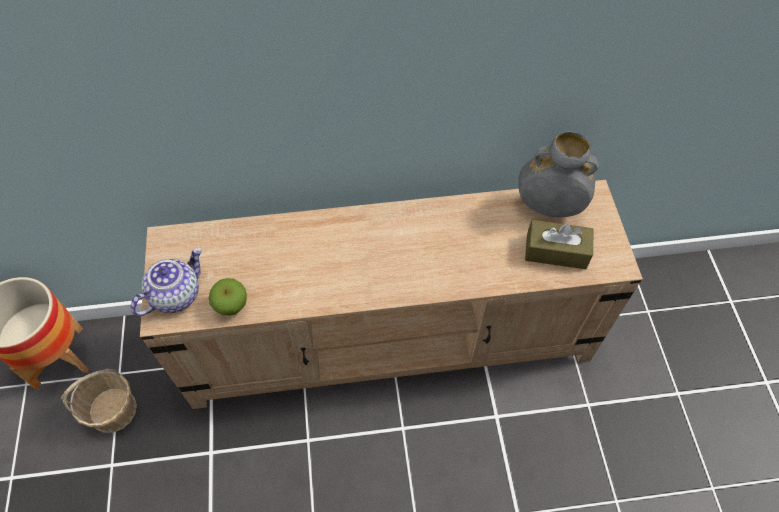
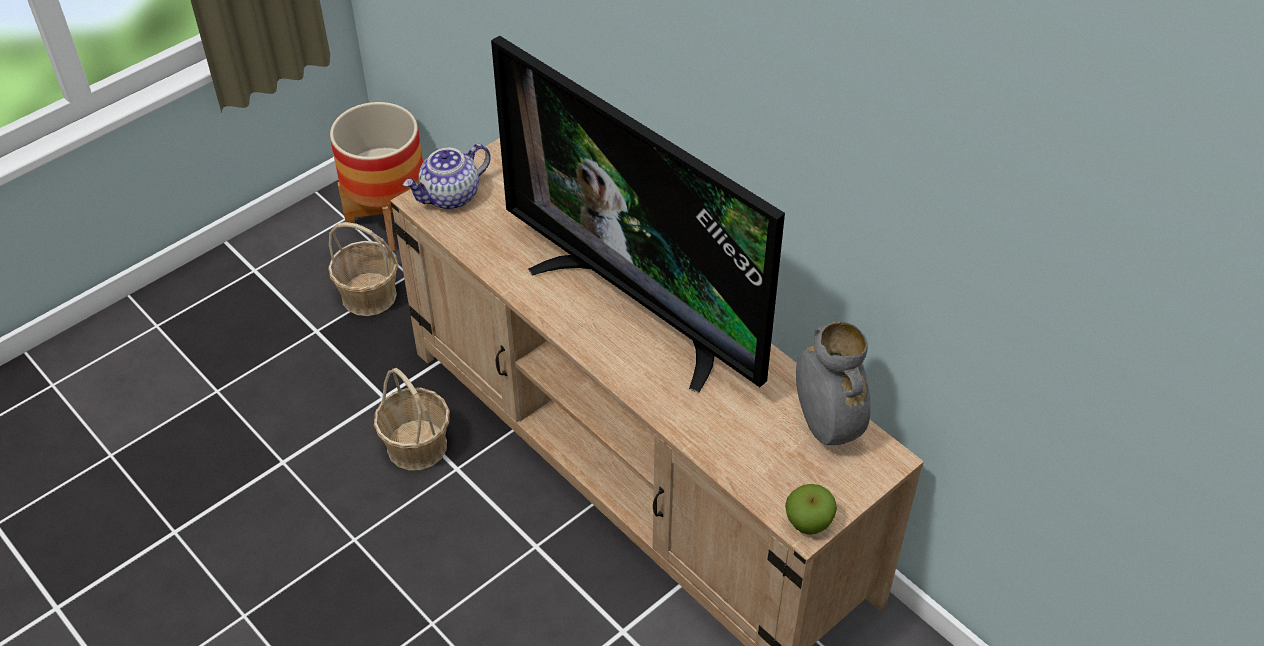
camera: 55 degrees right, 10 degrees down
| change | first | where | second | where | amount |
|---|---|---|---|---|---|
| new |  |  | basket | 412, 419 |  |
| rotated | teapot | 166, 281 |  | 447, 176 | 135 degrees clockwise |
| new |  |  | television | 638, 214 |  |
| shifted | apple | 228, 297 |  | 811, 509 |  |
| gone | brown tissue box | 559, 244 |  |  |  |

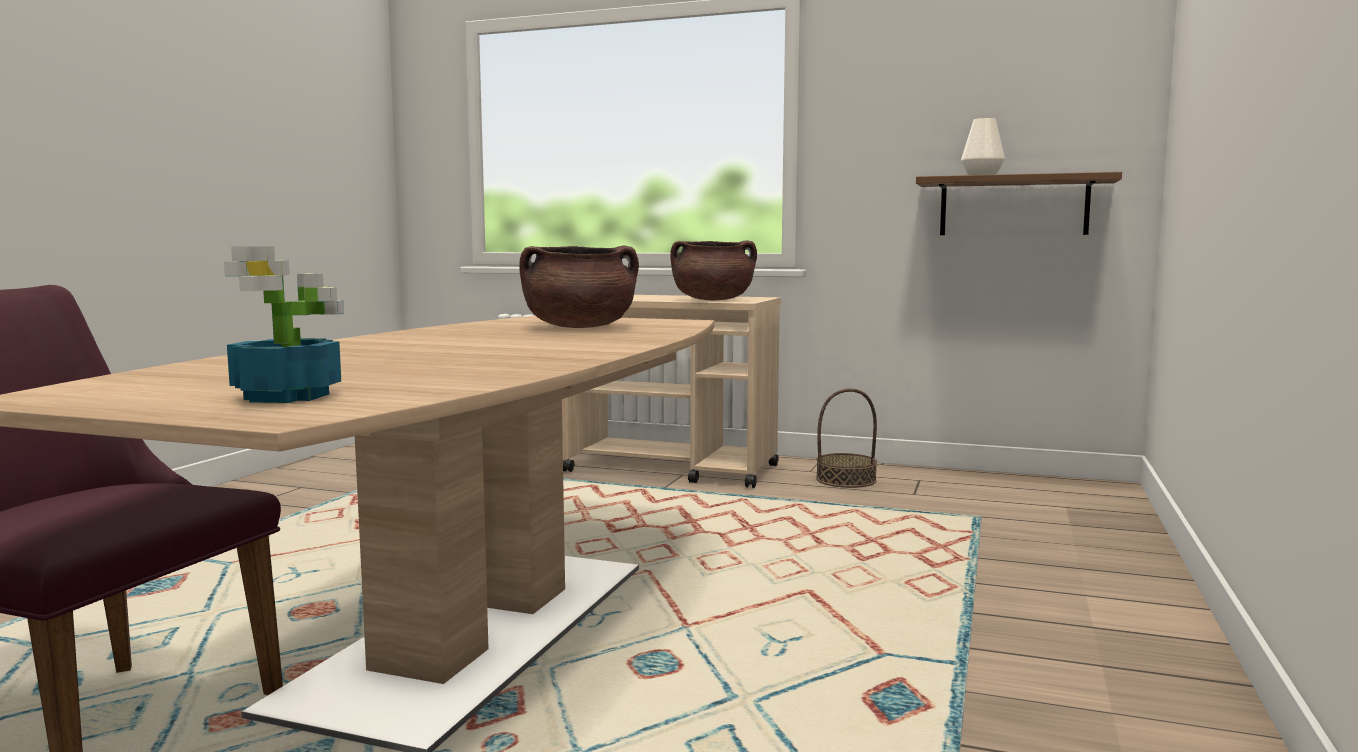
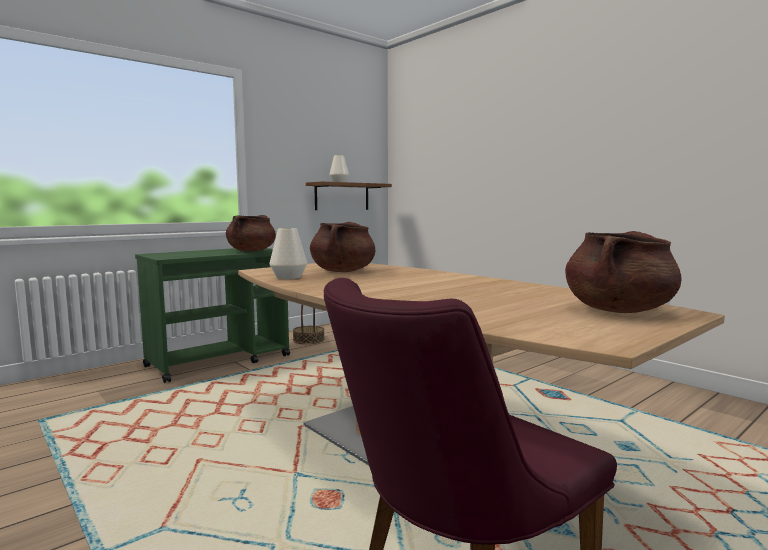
camera: 60 degrees left, 0 degrees up
| change | first | where | second | where | amount |
|---|---|---|---|---|---|
| repainted | beige cart | 671, 391 | green cart | 212, 315 |  |
| new |  |  | white vase | 288, 253 |  |
| swapped | potted plant | 284, 324 | brown cooking pot | 623, 272 |  |

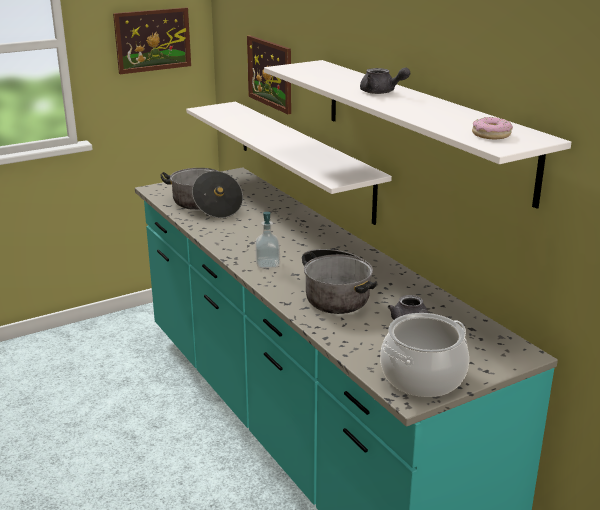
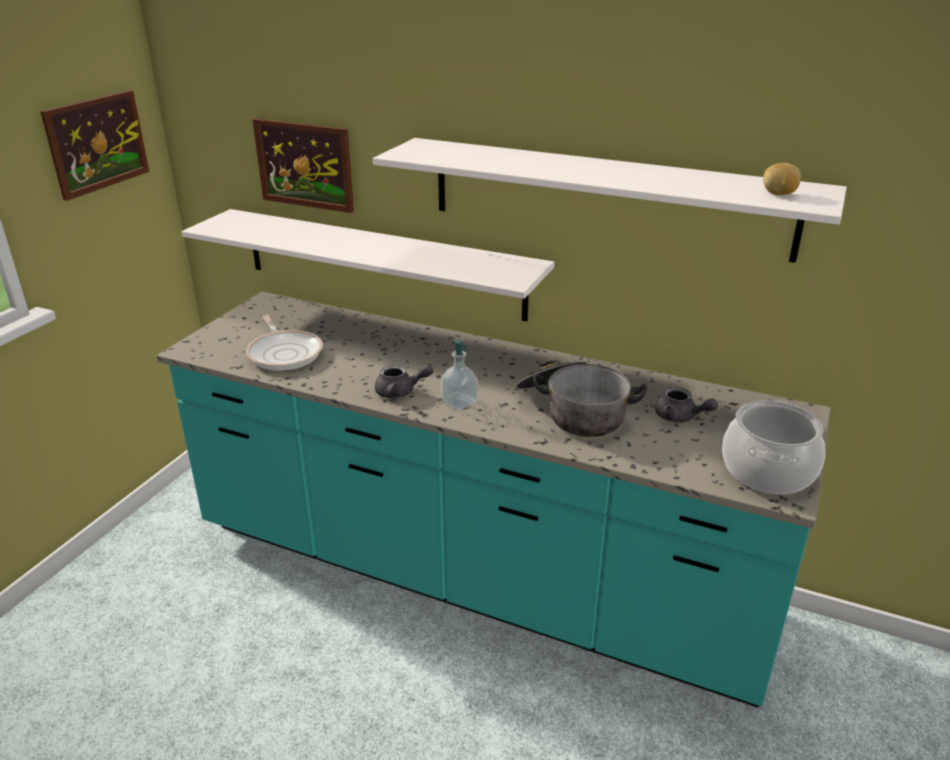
camera: 35 degrees left, 5 degrees up
| change | first | where | second | where | amount |
|---|---|---|---|---|---|
| swapped | cooking pot | 201, 193 | frying pan | 284, 343 |  |
| shifted | grey teapot | 385, 80 |  | 404, 381 |  |
| swapped | donut | 492, 128 | potato | 782, 179 |  |

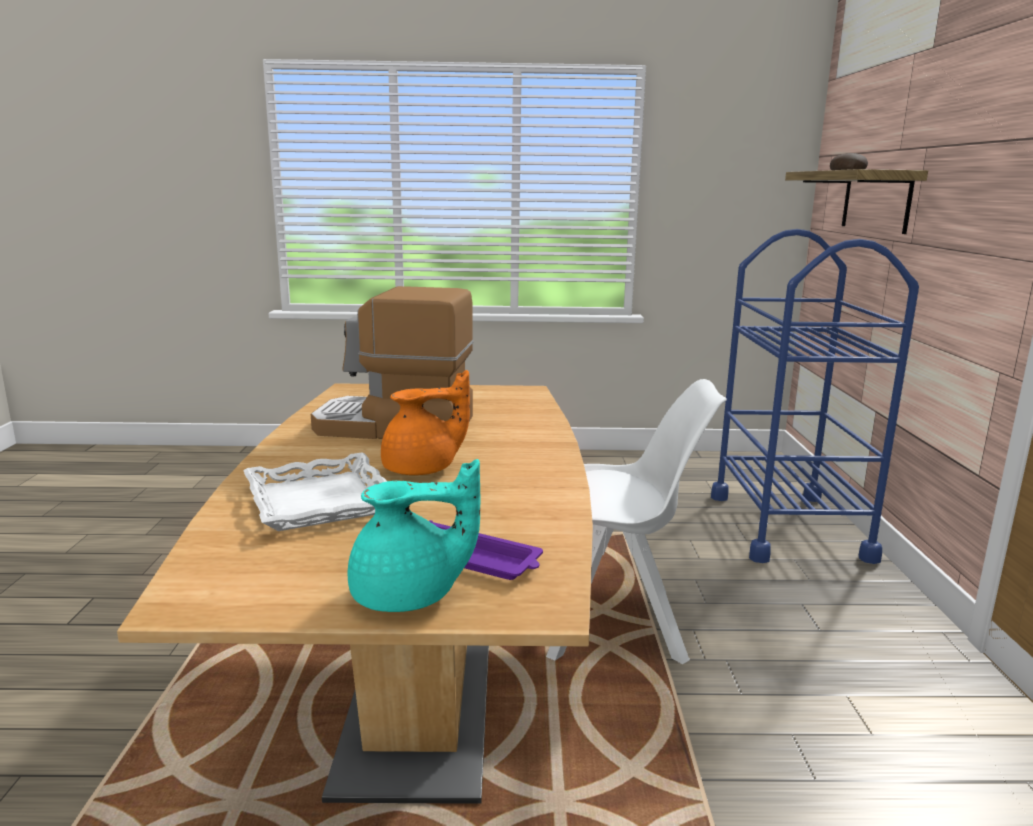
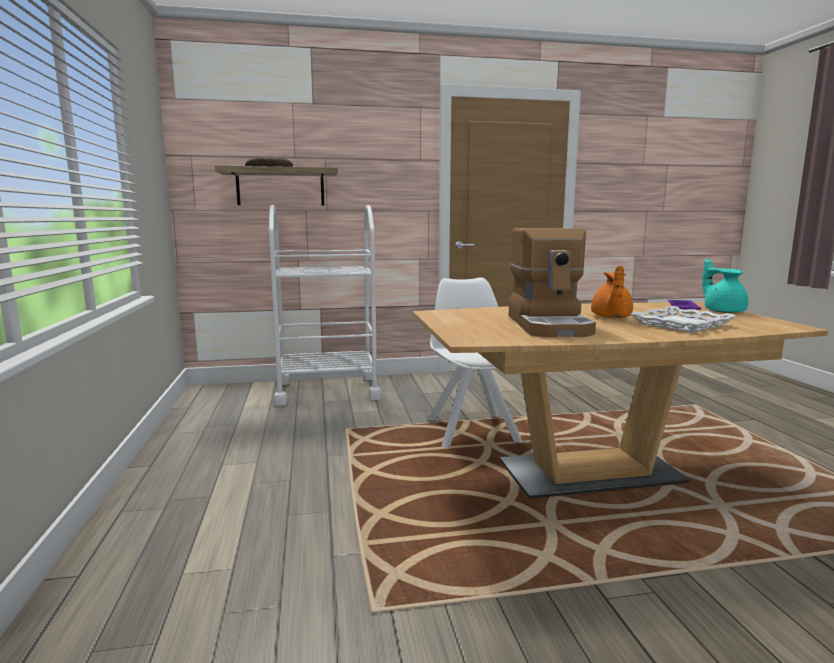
camera: 100 degrees left, 5 degrees down
| change | first | where | second | where | amount |
|---|---|---|---|---|---|
| repainted | blue cart | 815, 396 | white cart | 325, 305 |  |
| rotated | orange teapot | 425, 422 |  | 612, 291 | 135 degrees counterclockwise |

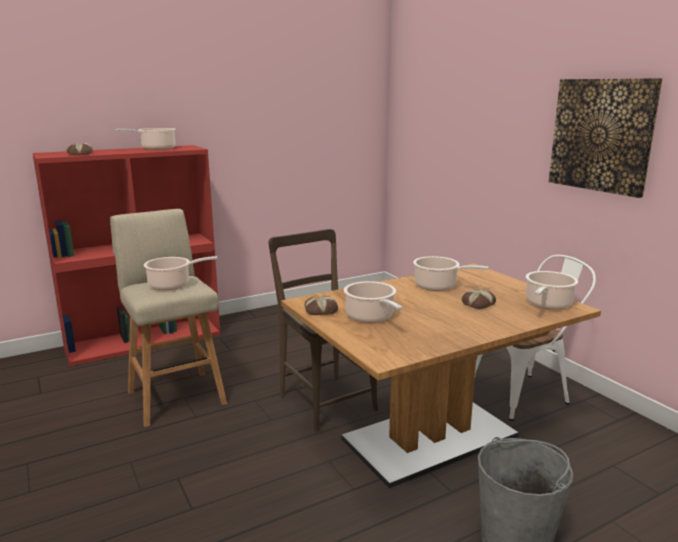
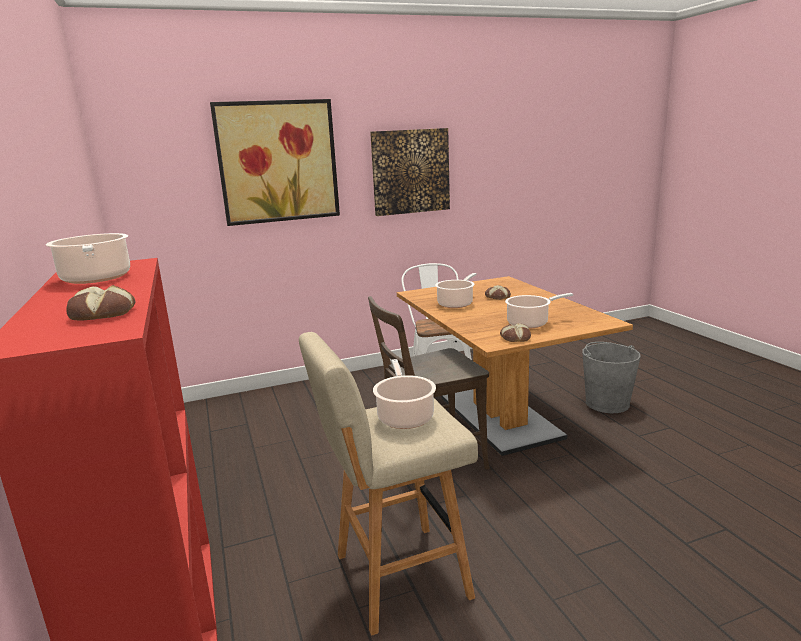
camera: 80 degrees left, 0 degrees up
| change | first | where | second | where | amount |
|---|---|---|---|---|---|
| new |  |  | picture | 275, 162 |  |
| gone | cooking pot | 552, 290 |  |  |  |

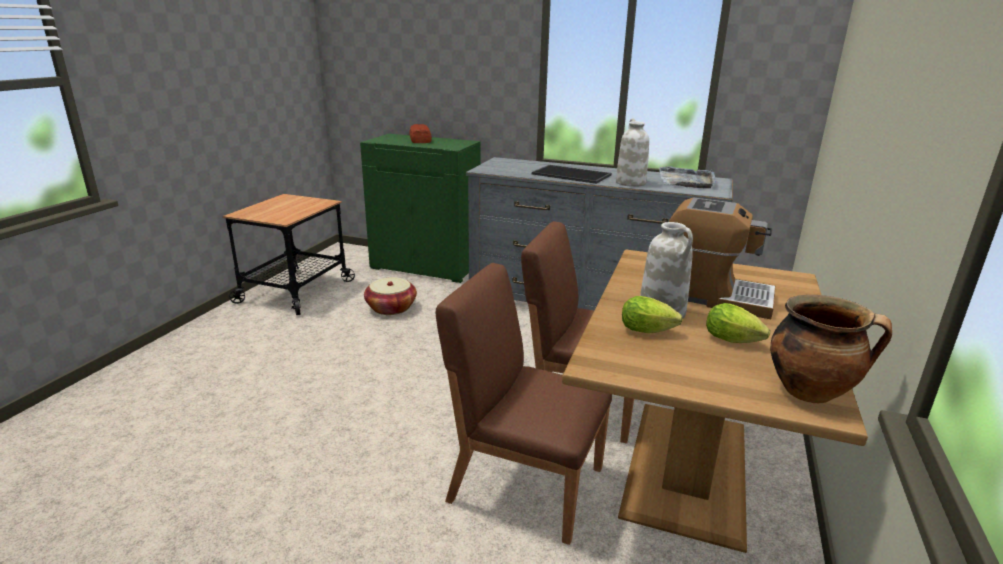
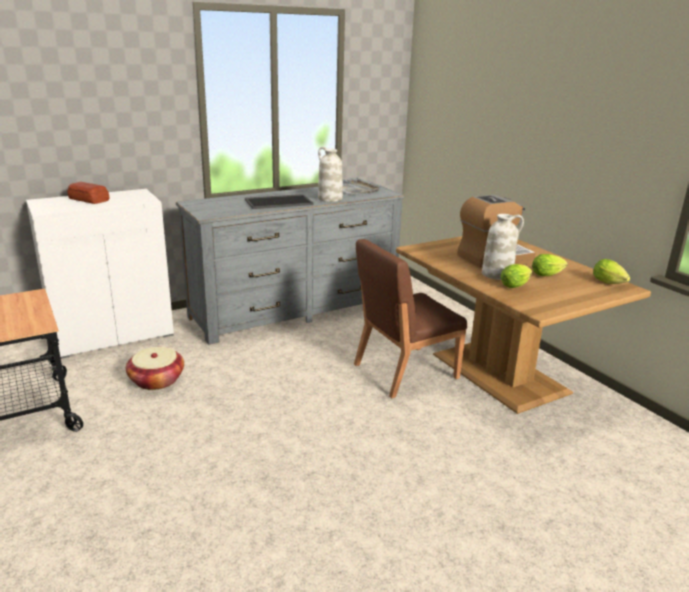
camera: 50 degrees left, 0 degrees up
| change | first | where | second | where | amount |
|---|---|---|---|---|---|
| repainted | green cabinet | 420, 208 | white cabinet | 100, 274 |  |
| swapped | cooking pot | 831, 349 | lettuce | 611, 271 |  |
| gone | brown chair | 524, 404 |  |  |  |

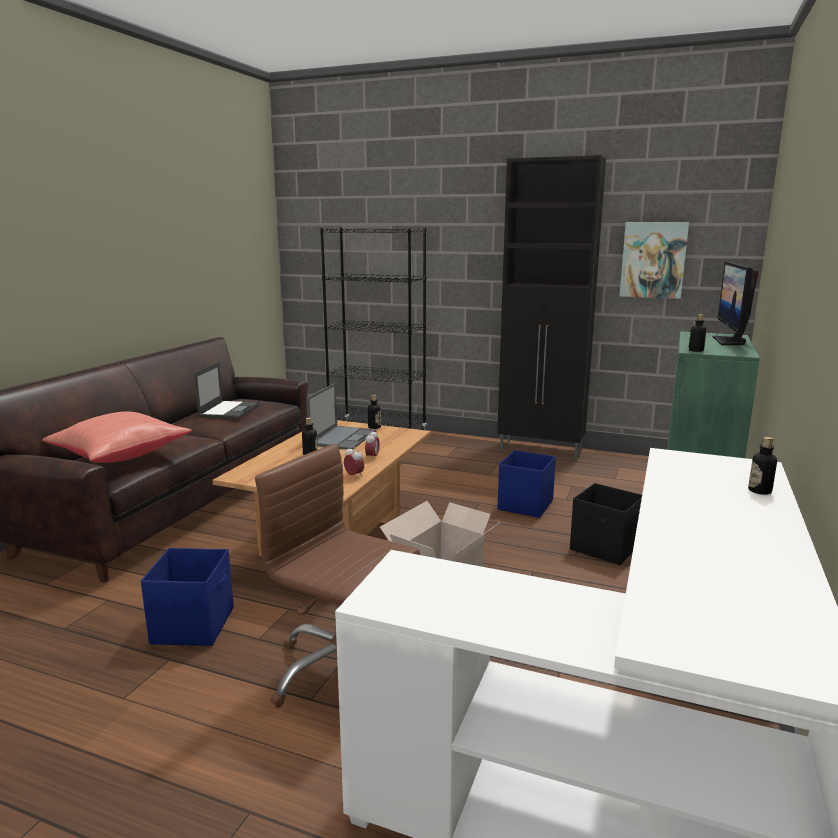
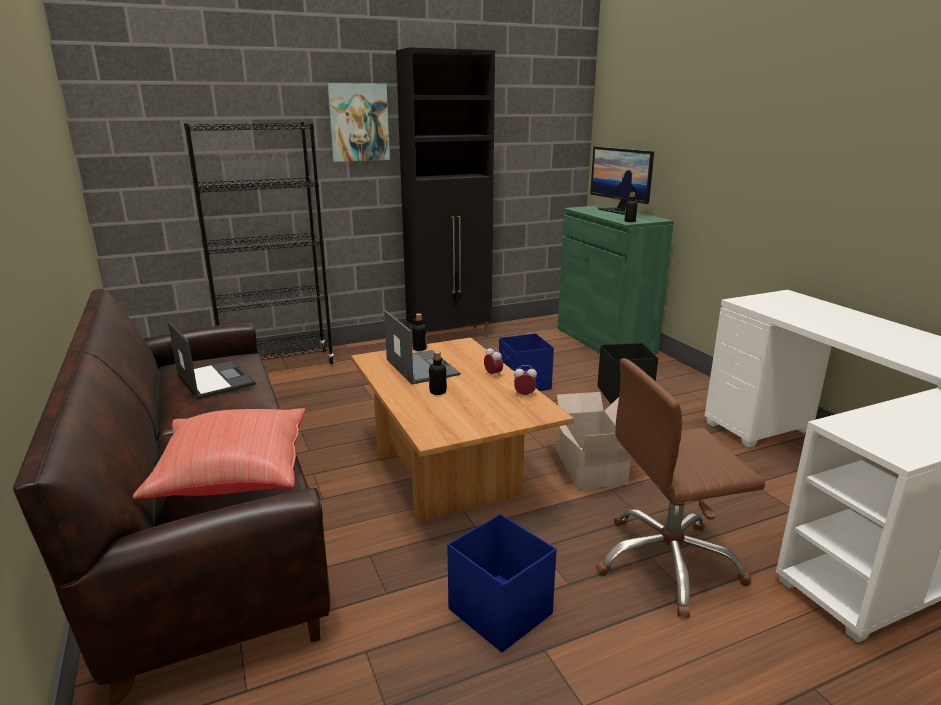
camera: 45 degrees left, 5 degrees up
| change | first | where | second | where | amount |
|---|---|---|---|---|---|
| shifted | picture | 654, 260 |  | 358, 122 |  |
| gone | bottle | 762, 466 |  |  |  |

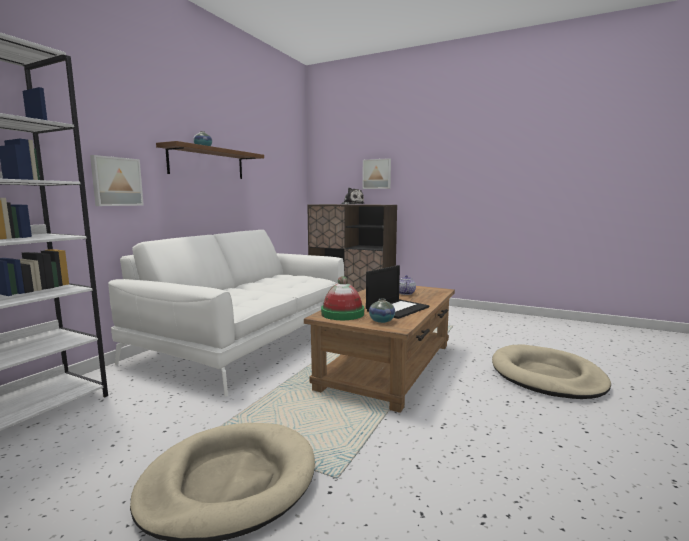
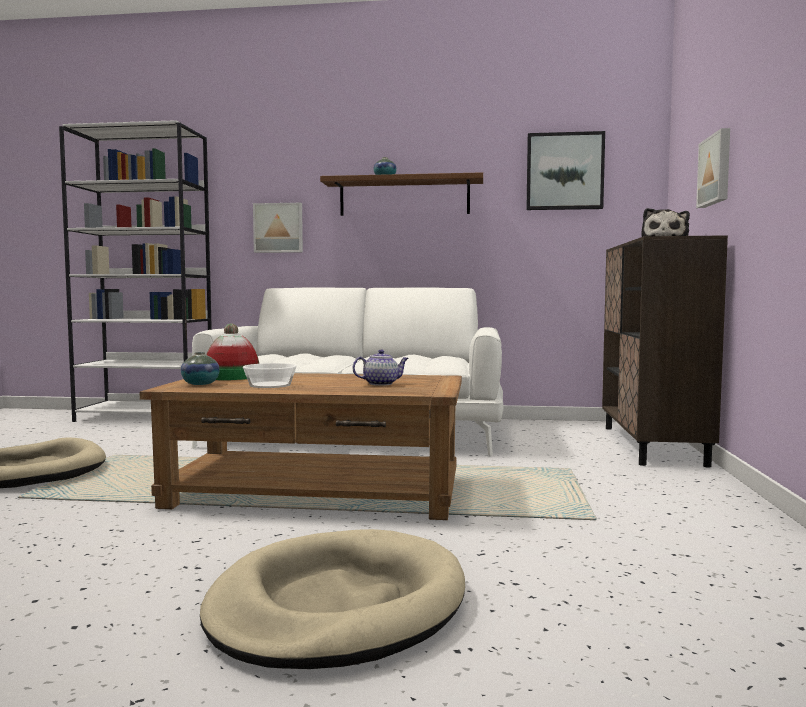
camera: 70 degrees right, 5 degrees down
| change | first | where | second | where | amount |
|---|---|---|---|---|---|
| swapped | laptop | 397, 292 | bowl | 270, 375 |  |
| new |  |  | picture | 565, 170 |  |

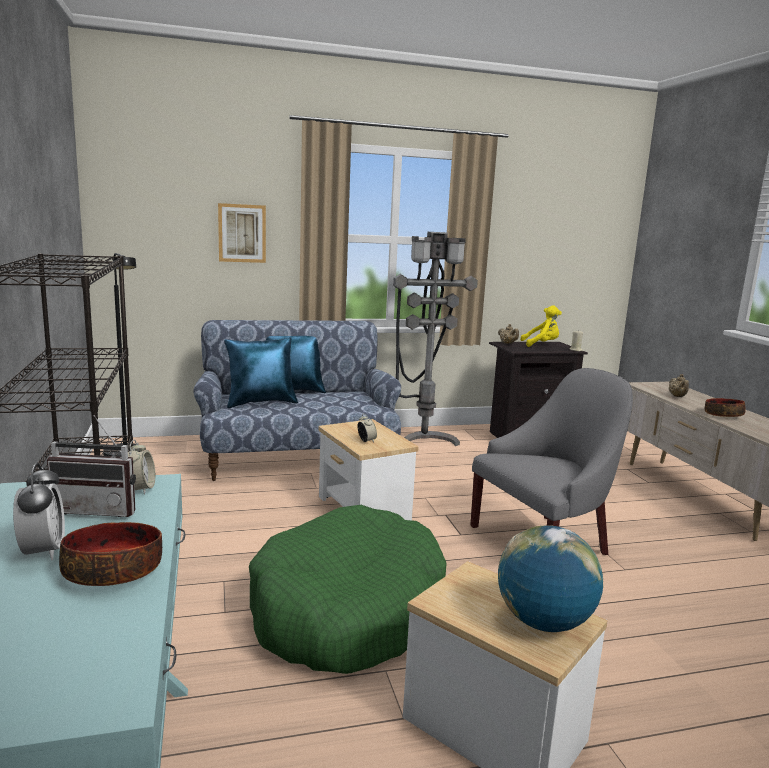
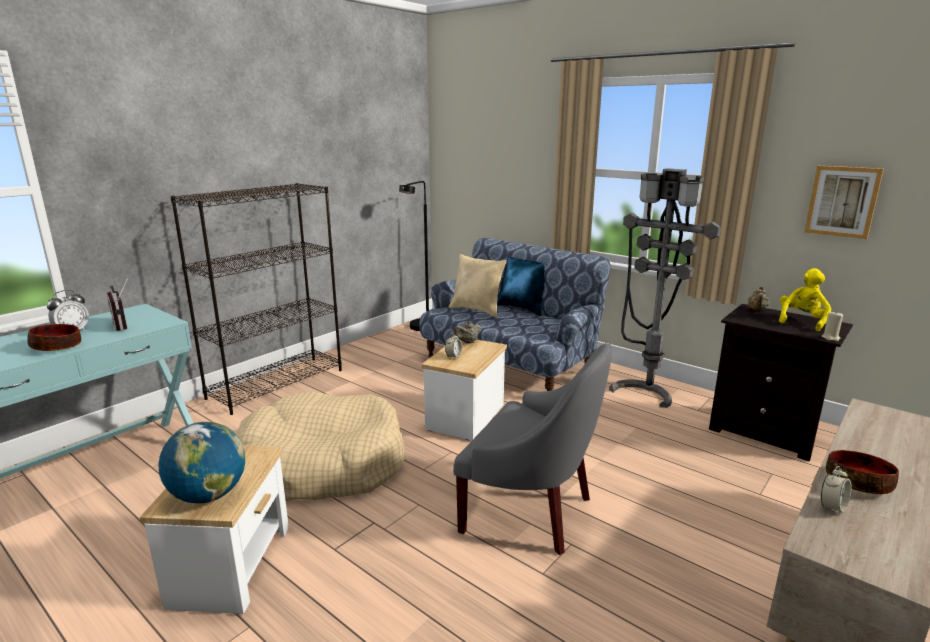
camera: 55 degrees right, 5 degrees up
| change | first | where | second | where | amount |
|---|---|---|---|---|---|
| repainted | green dog bed | 348, 589 | beige dog bed | 320, 446 |  |
| repainted | blue pillow | 261, 372 | beige pillow | 478, 286 |  |
| shifted | beige teapot | 679, 385 |  | 468, 332 |  |
| rotated | yellow plush toy | 541, 326 |  | 805, 299 | 105 degrees counterclockwise |
| shifted | picture | 242, 233 |  | 844, 202 |  |
| shifted | alarm clock | 141, 467 |  | 836, 490 |  |

